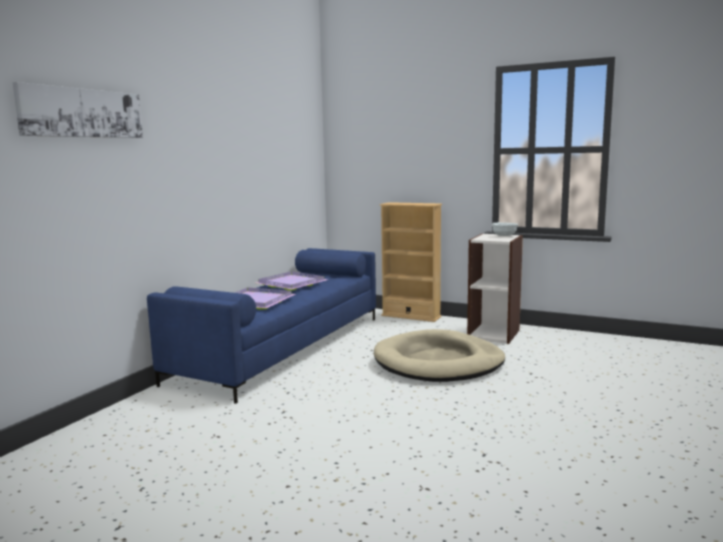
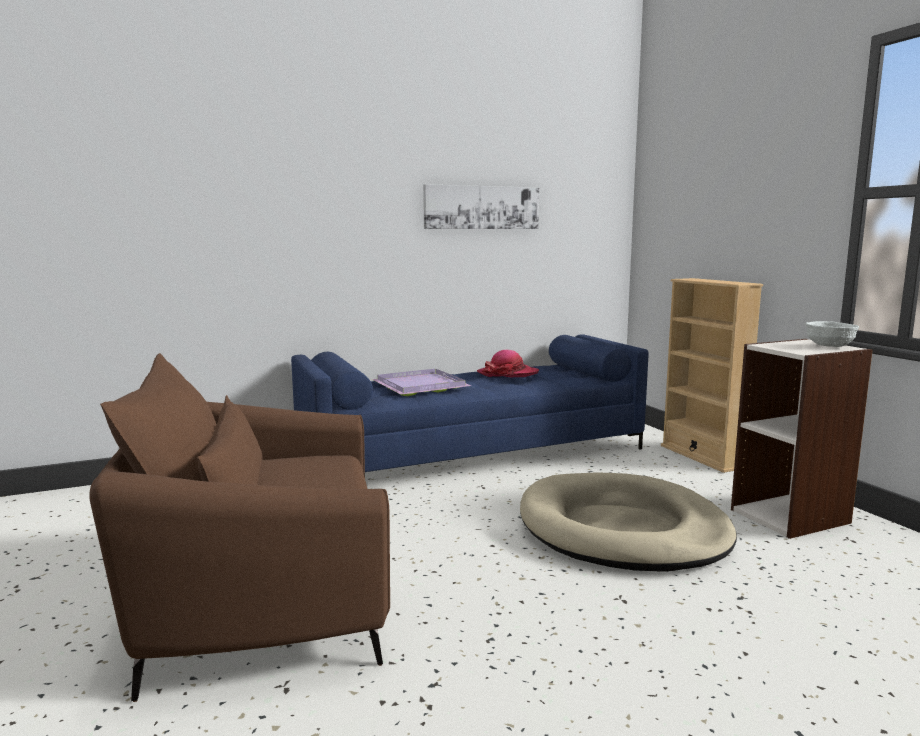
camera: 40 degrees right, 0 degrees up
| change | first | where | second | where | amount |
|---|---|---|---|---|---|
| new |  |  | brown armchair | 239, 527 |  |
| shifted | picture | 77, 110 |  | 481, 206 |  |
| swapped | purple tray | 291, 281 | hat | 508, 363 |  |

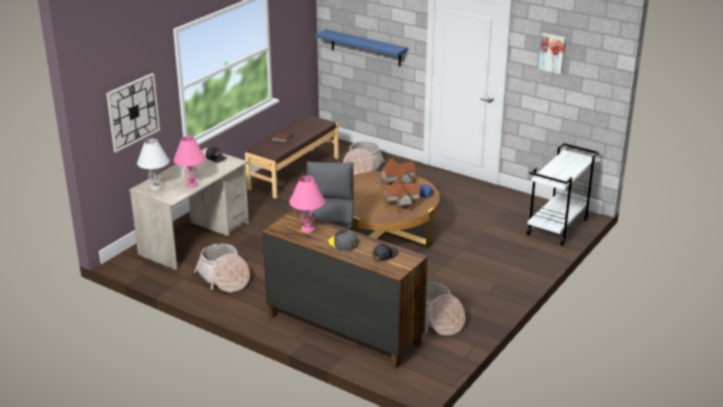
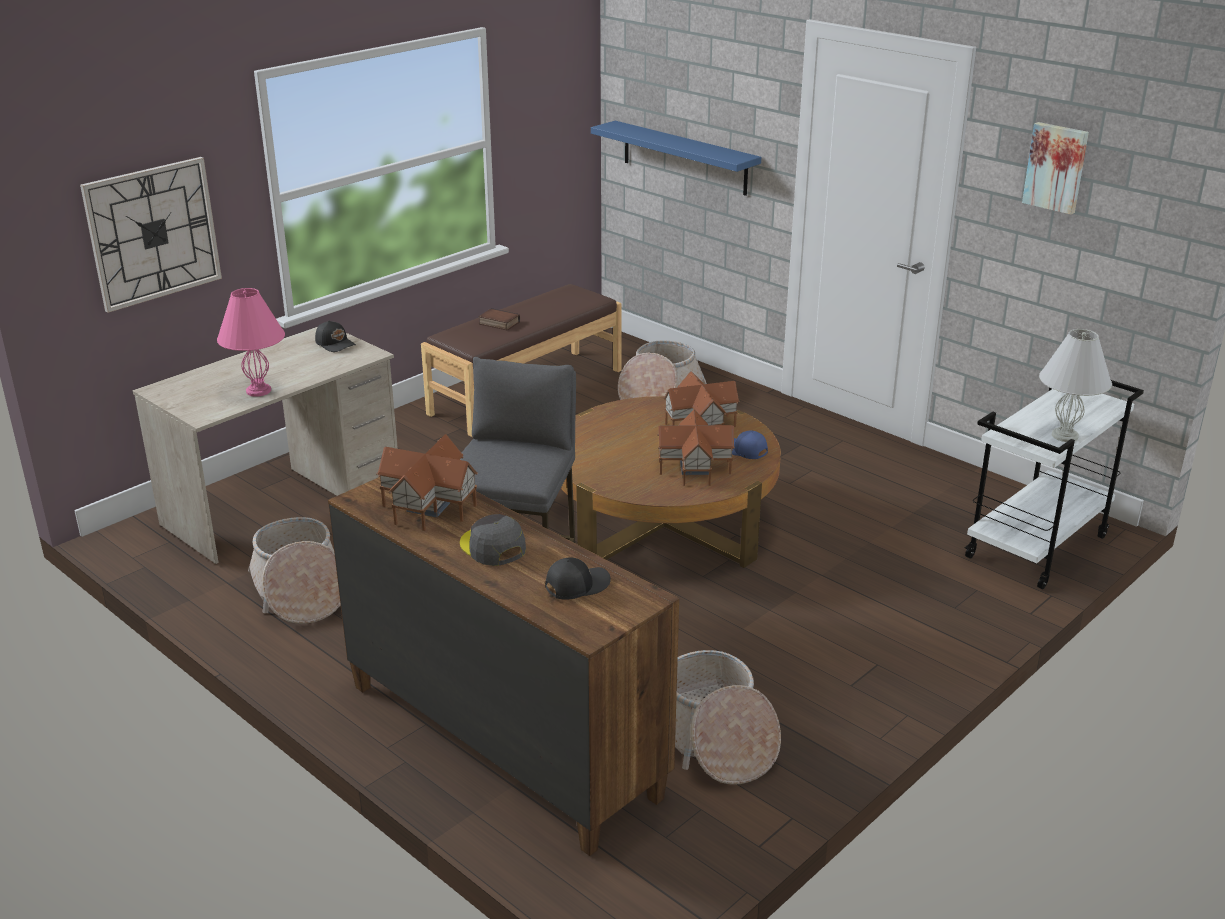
camera: 10 degrees right, 0 degrees up
| change | first | where | second | where | amount |
|---|---|---|---|---|---|
| swapped | pink table lamp | 307, 204 | toy house | 427, 482 |  |
| shifted | white table lamp | 153, 164 |  | 1075, 385 |  |

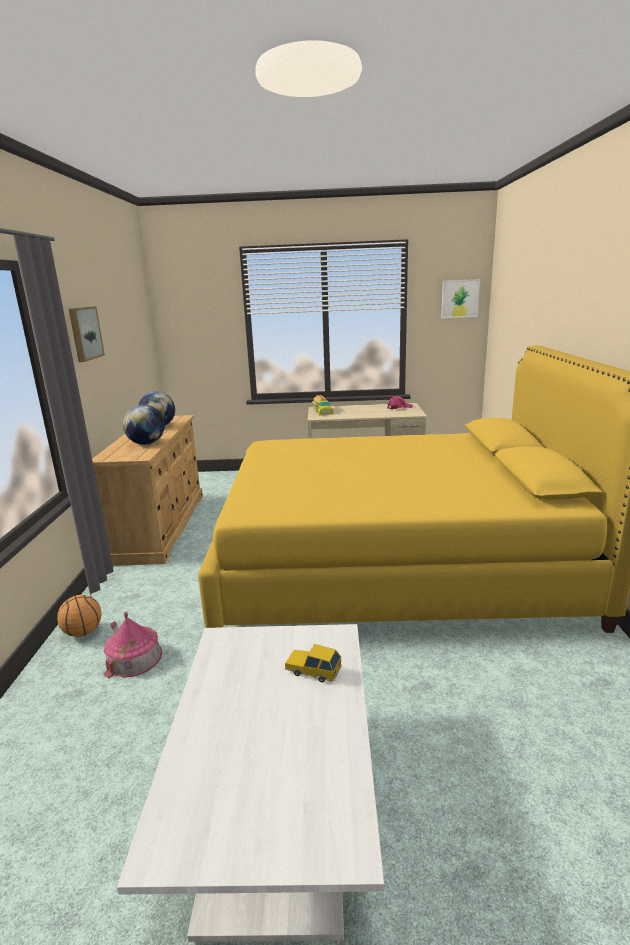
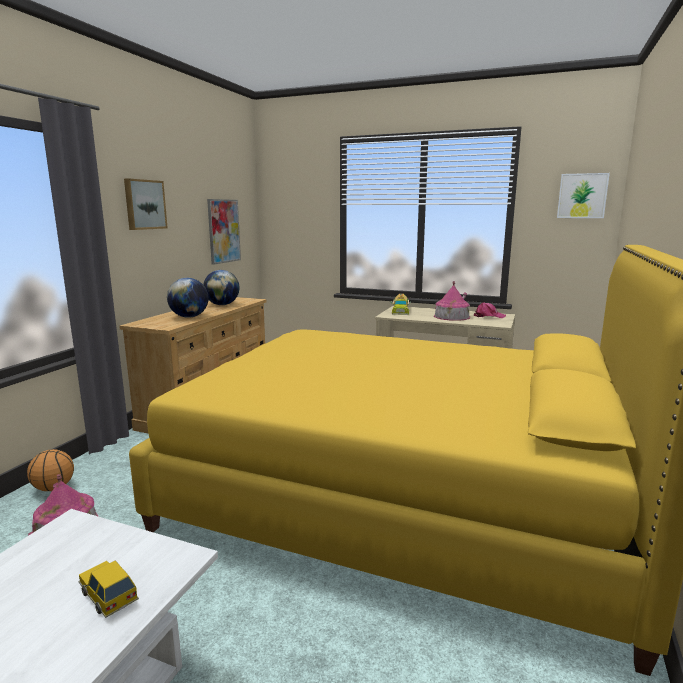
camera: 20 degrees right, 5 degrees down
| change | first | where | second | where | amount |
|---|---|---|---|---|---|
| new |  |  | picture | 224, 232 |  |
| new |  |  | toy house | 452, 301 |  |

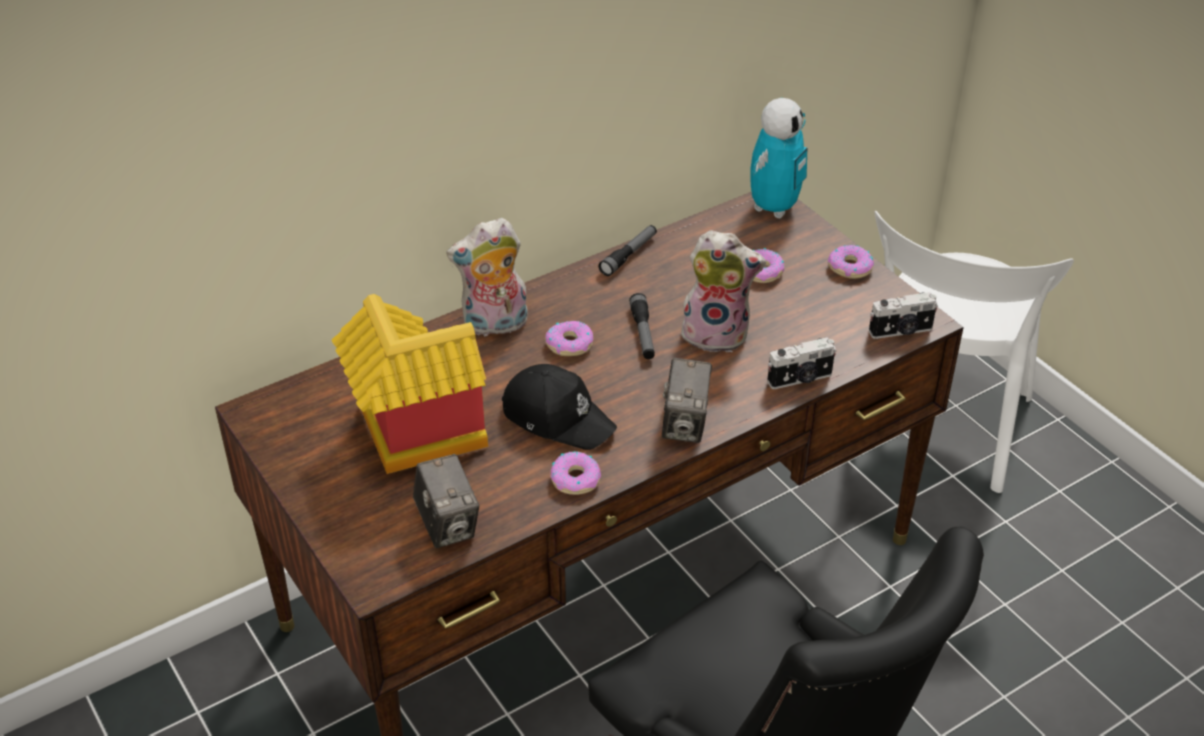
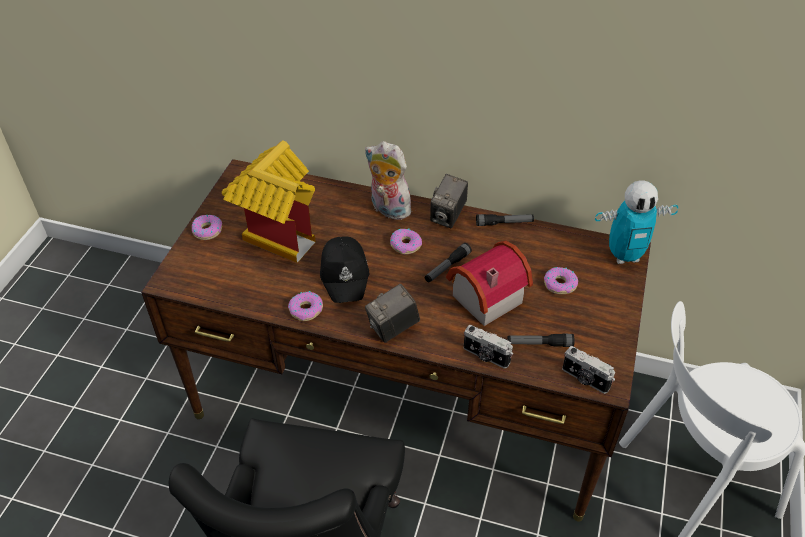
camera: 50 degrees right, 5 degrees up
| change | first | where | second | where | amount |
|---|---|---|---|---|---|
| shifted | donut | 851, 262 |  | 207, 227 |  |
| shifted | photo camera | 446, 501 |  | 449, 201 |  |
| swapped | plush toy | 723, 291 | toy house | 489, 283 |  |
| new |  |  | flashlight | 541, 340 |  |

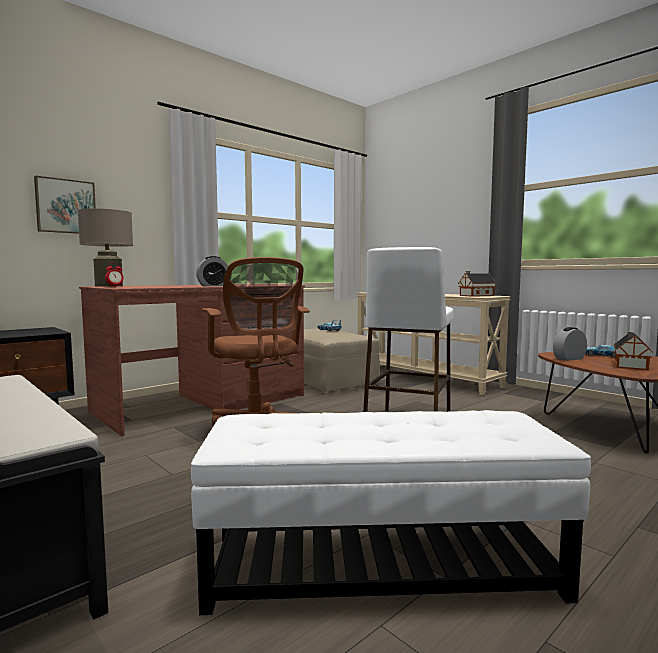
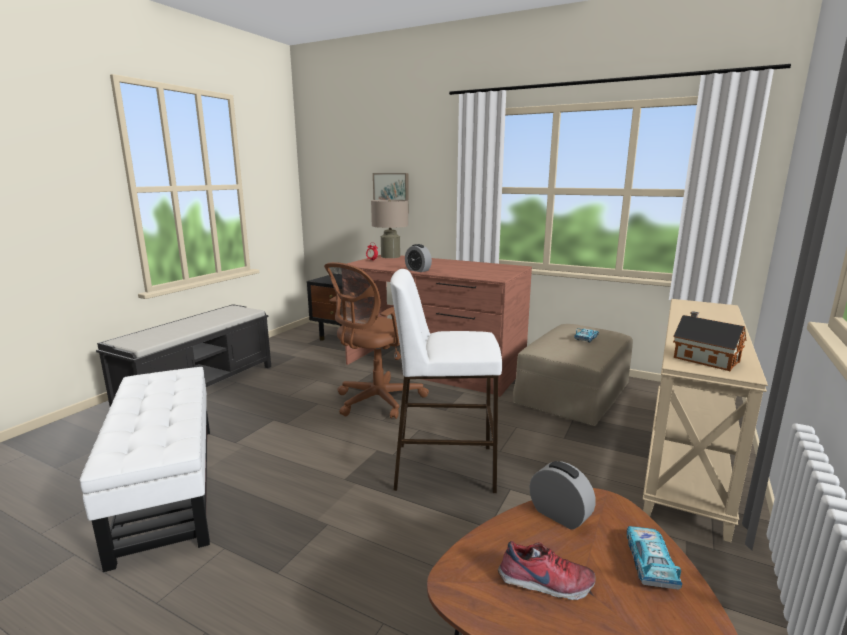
camera: 70 degrees right, 10 degrees up
| change | first | where | second | where | amount |
|---|---|---|---|---|---|
| swapped | toy house | 633, 351 | shoe | 547, 570 |  |

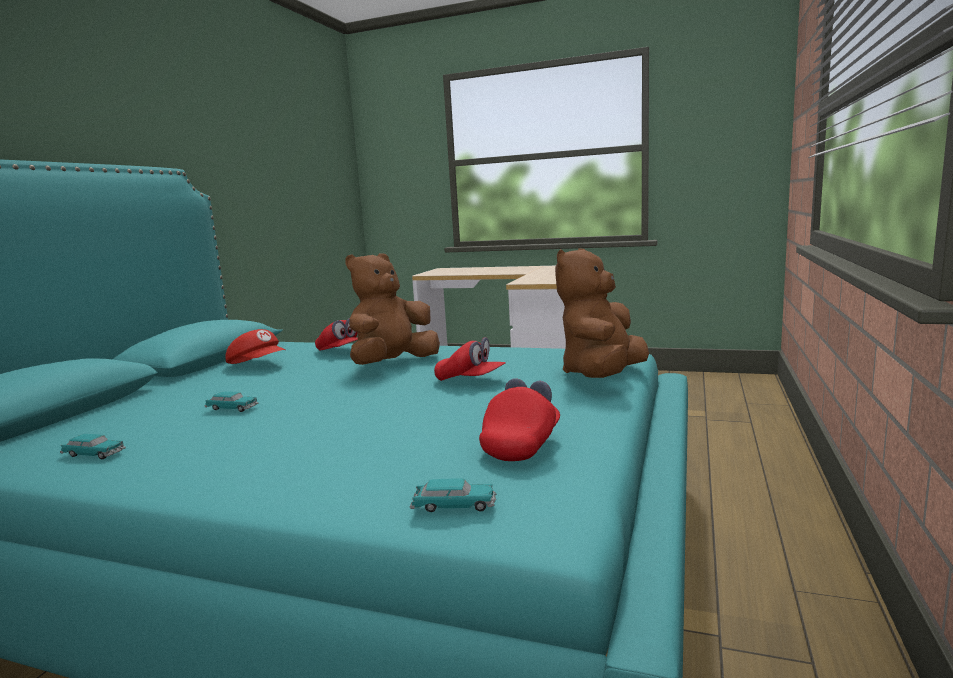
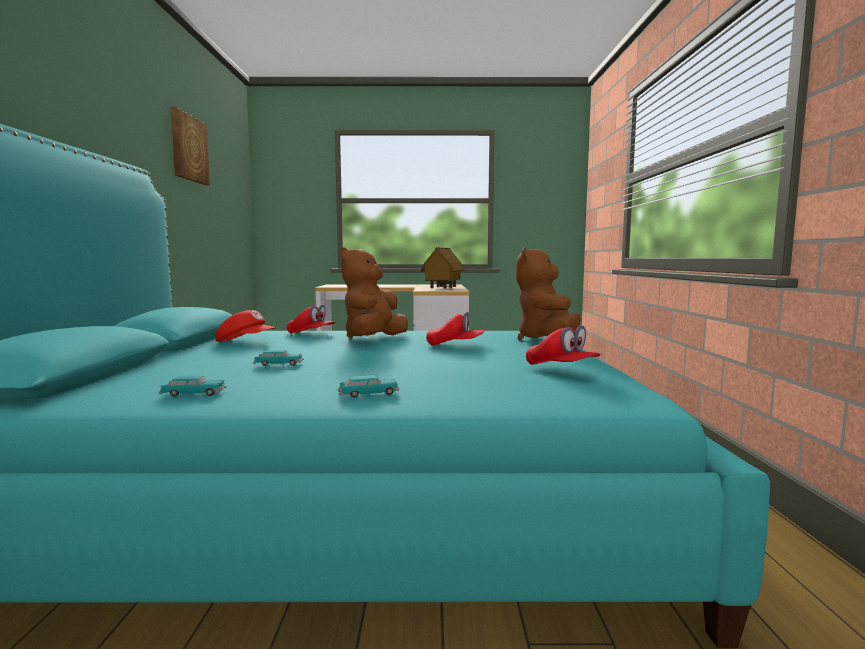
camera: 20 degrees left, 5 degrees down
| change | first | where | second | where | amount |
|---|---|---|---|---|---|
| new |  |  | picture | 190, 146 |  |
| shifted | toy car | 453, 495 |  | 368, 386 |  |
| new |  |  | toy house | 442, 268 |  |
| rotated | red cap | 519, 419 |  | 563, 345 | 135 degrees clockwise |

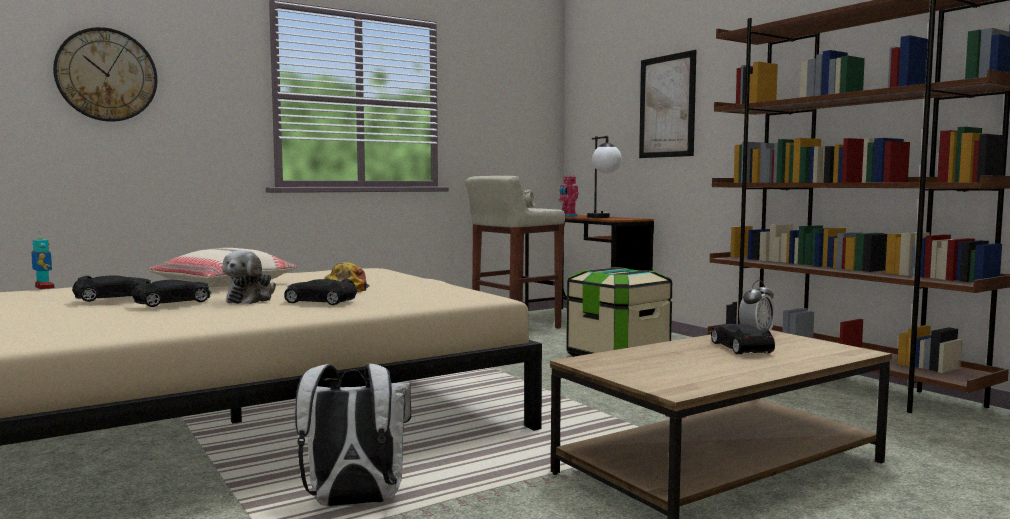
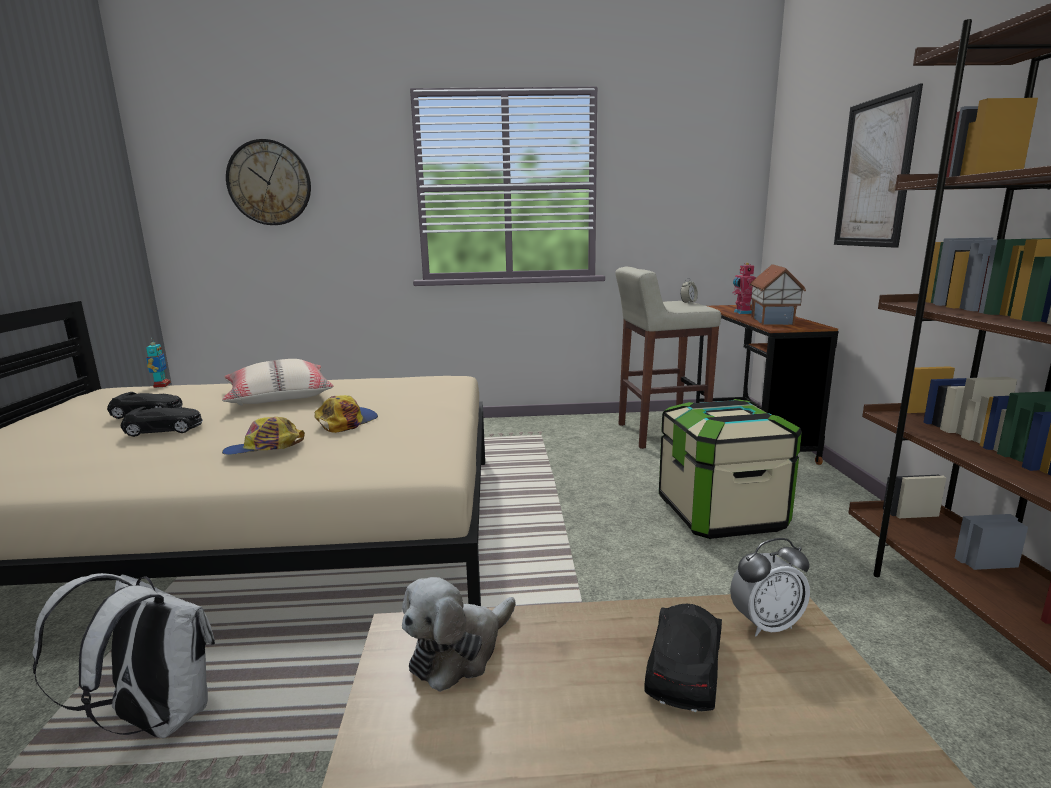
camera: 30 degrees right, 10 degrees up
| change | first | where | second | where | amount |
|---|---|---|---|---|---|
| swapped | black toy car | 320, 291 | cap | 263, 436 |  |
| shifted | plush toy | 249, 277 |  | 459, 634 |  |
| swapped | table lamp | 604, 177 | toy house | 777, 294 |  |

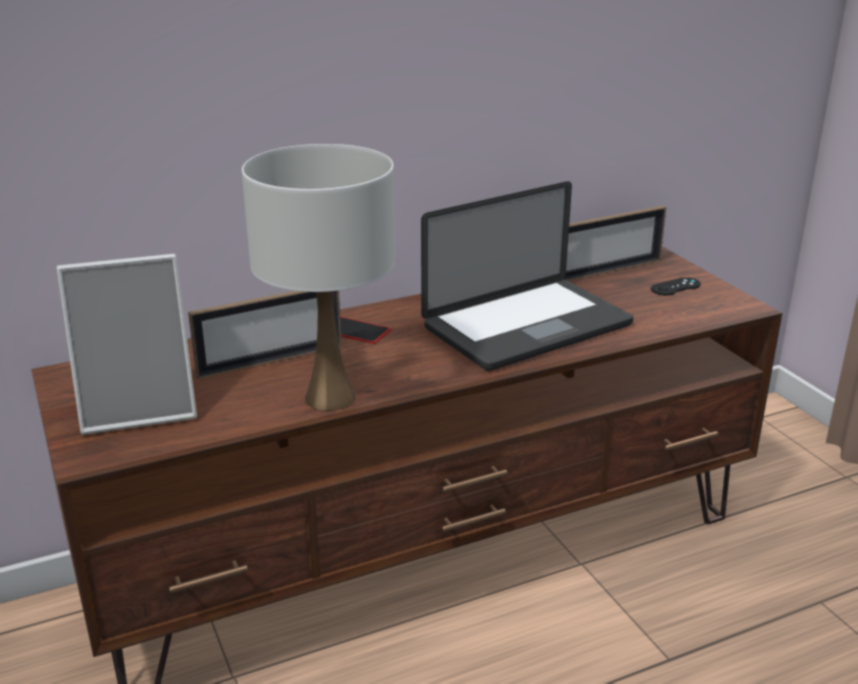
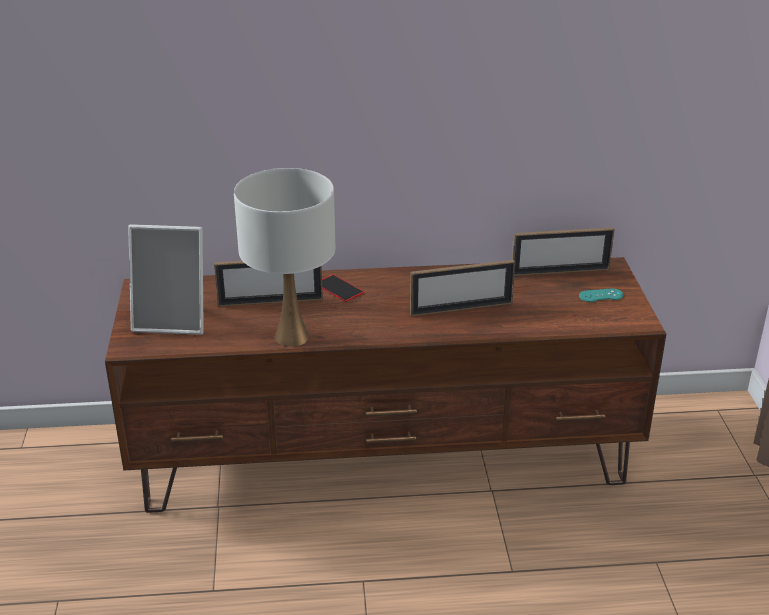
camera: 20 degrees right, 5 degrees up
| change | first | where | second | where | amount |
|---|---|---|---|---|---|
| swapped | laptop | 527, 276 | picture frame | 462, 288 |  |
| repainted | black game controller | 676, 286 | turquoise game controller | 601, 295 |  |

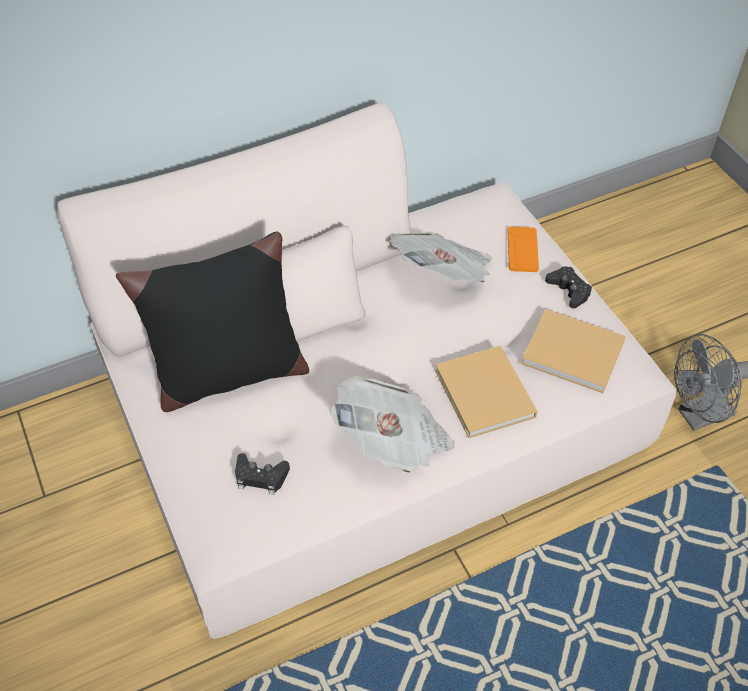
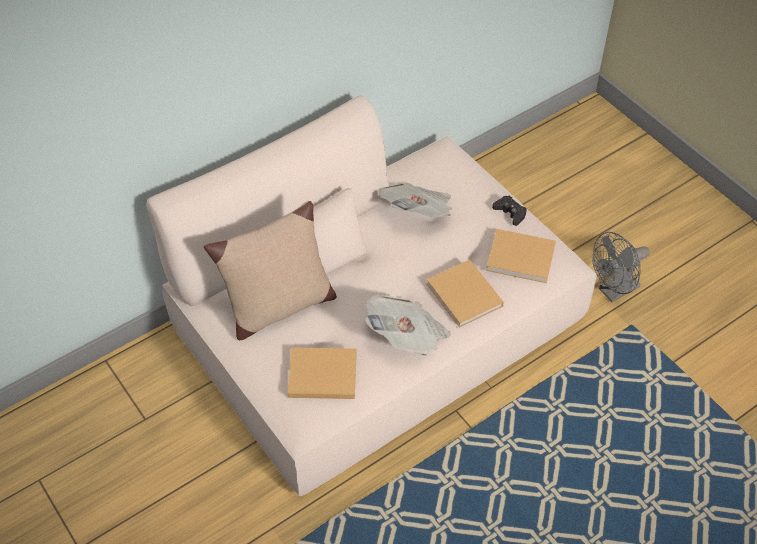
camera: 10 degrees left, 0 degrees up
| change | first | where | second | where | amount |
|---|---|---|---|---|---|
| repainted | black pillow | 212, 322 | beige pillow | 270, 270 |  |
| swapped | black game controller | 262, 474 | beige book | 322, 373 |  |
| gone | orange game controller | 523, 249 |  |  |  |

